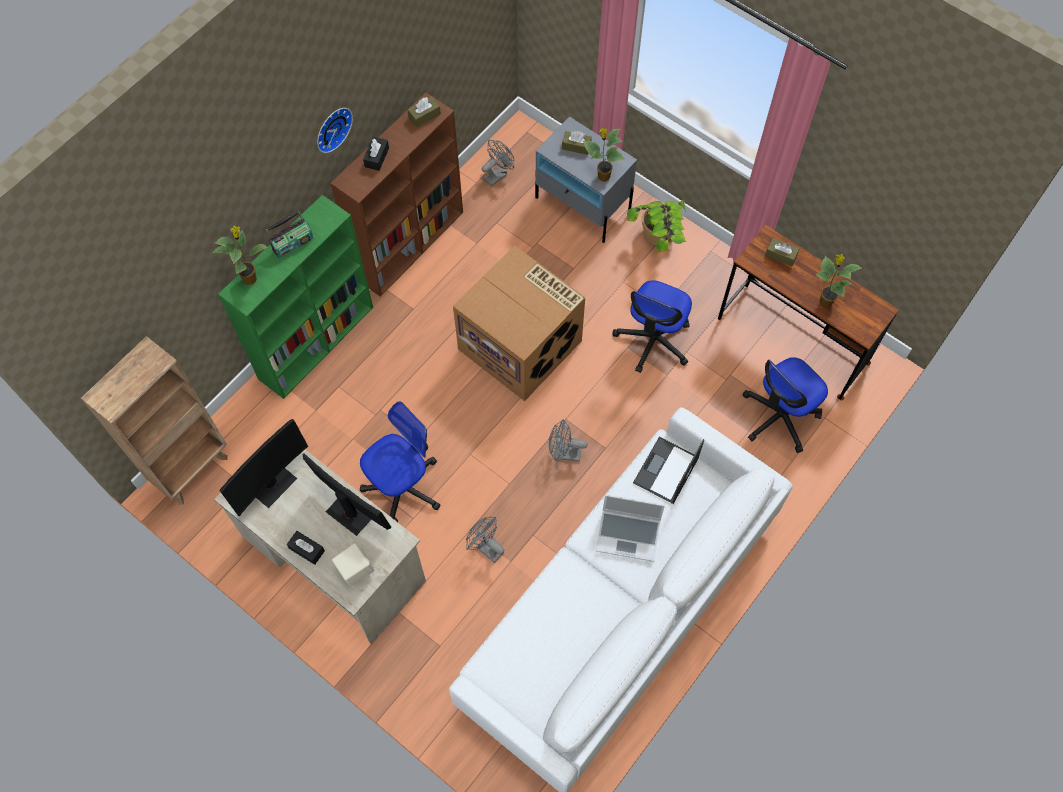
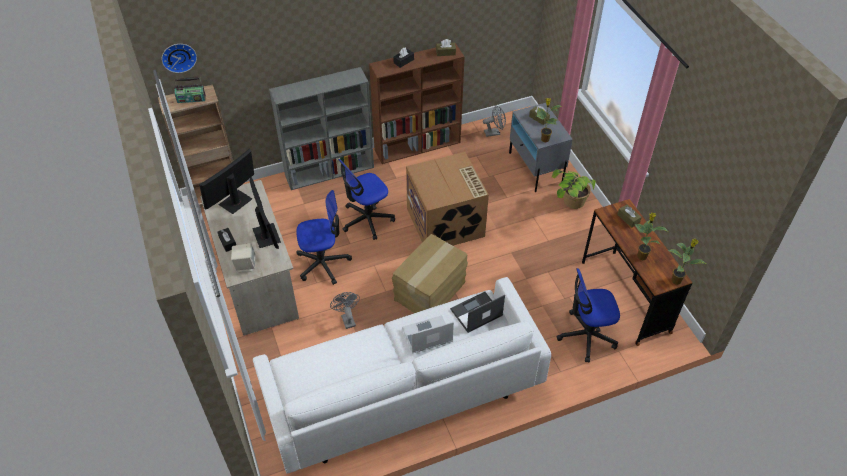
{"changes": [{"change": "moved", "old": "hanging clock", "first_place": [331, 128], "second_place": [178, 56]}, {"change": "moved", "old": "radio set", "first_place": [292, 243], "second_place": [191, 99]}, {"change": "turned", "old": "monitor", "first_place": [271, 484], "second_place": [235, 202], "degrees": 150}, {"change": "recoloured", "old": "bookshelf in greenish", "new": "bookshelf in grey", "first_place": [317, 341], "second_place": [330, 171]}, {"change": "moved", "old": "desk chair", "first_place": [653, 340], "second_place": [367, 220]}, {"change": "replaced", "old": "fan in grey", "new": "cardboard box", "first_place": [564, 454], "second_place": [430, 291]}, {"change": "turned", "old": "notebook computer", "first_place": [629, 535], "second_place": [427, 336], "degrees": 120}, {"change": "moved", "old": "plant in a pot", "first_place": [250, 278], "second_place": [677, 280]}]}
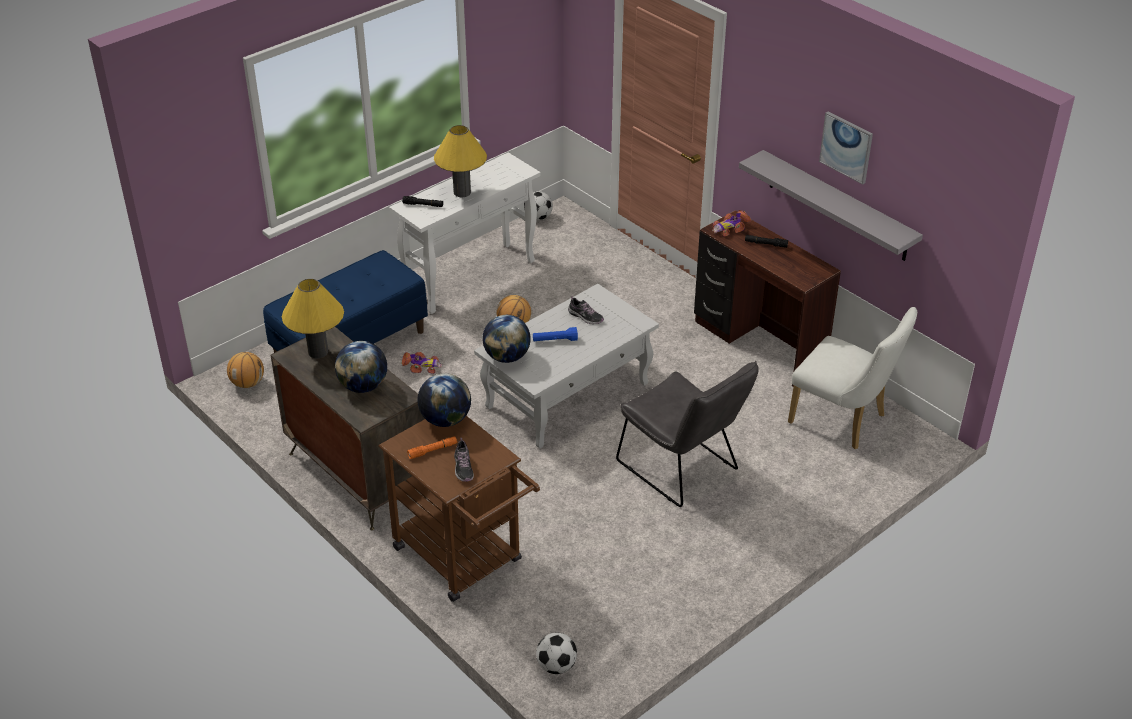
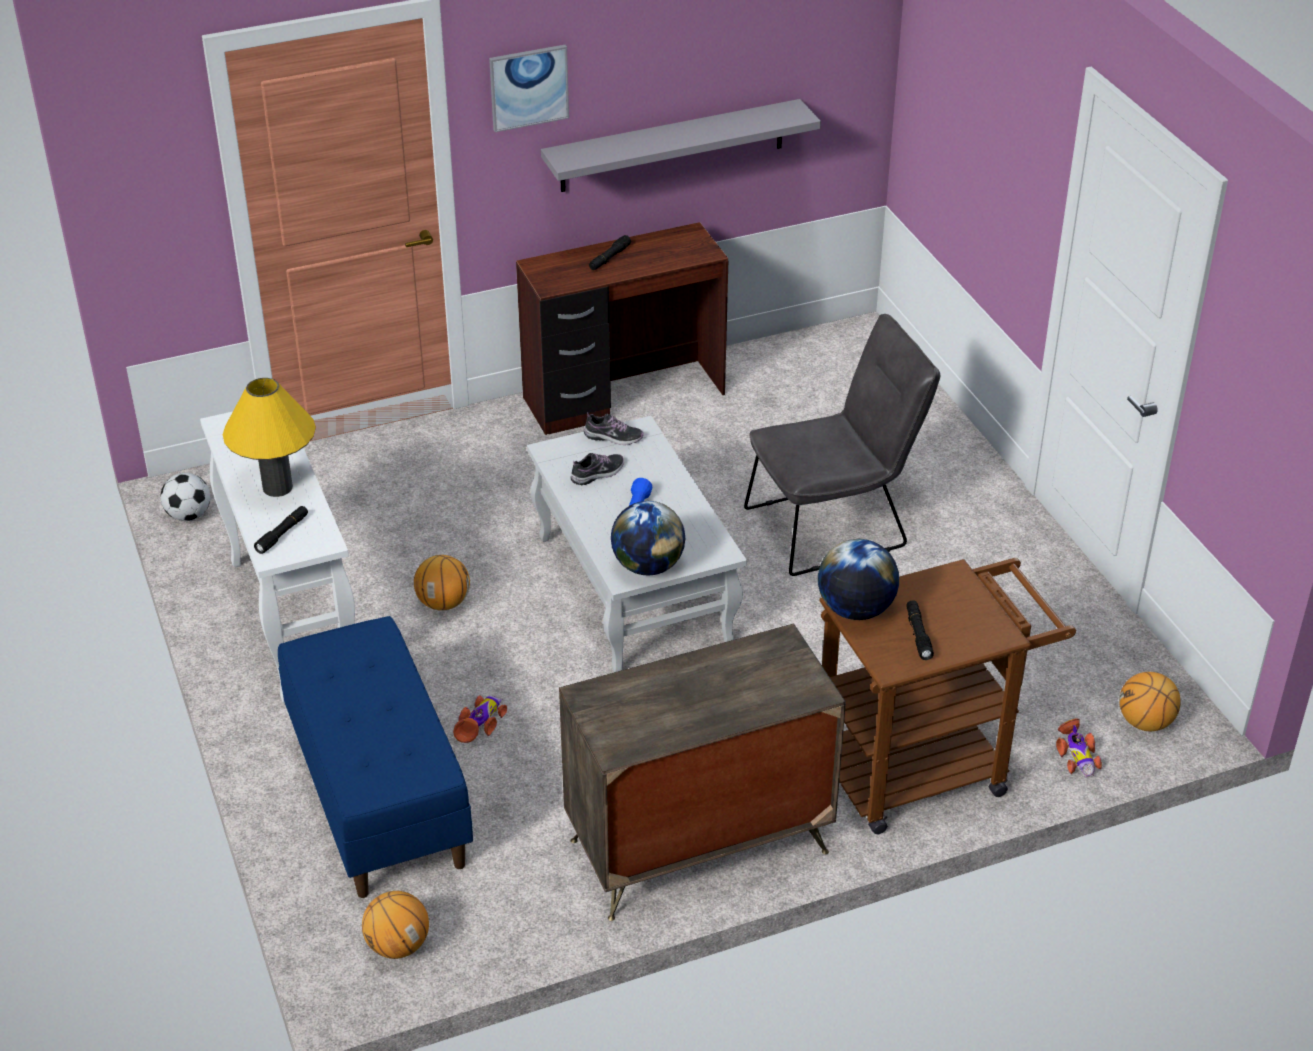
{"changes": [{"change": "moved", "old": "wall art", "first_place": [846, 147], "second_place": [529, 87]}, {"change": "moved", "old": "shoe", "first_place": [463, 467], "second_place": [613, 437]}, {"change": "recoloured", "old": "hand torch in orange", "new": "hand torch in blackish", "first_place": [432, 450], "second_place": [918, 634]}, {"change": "moved", "old": "model car", "first_place": [730, 228], "second_place": [1076, 754]}, {"change": "replaced", "old": "ball for football", "new": "ball for basketball", "first_place": [556, 666], "second_place": [1145, 722]}, {"change": "removed", "old": "tabletop lamp in yellowish", "first_place": [318, 352]}, {"change": "removed", "old": "globe", "first_place": [363, 386]}, {"change": "removed", "old": "chair in white", "first_place": [843, 421]}]}
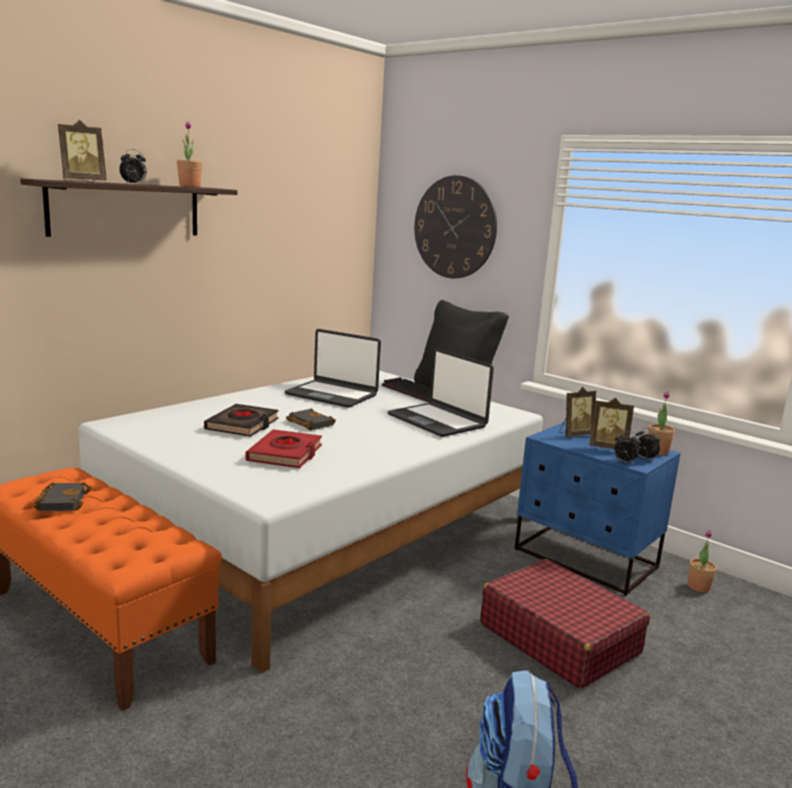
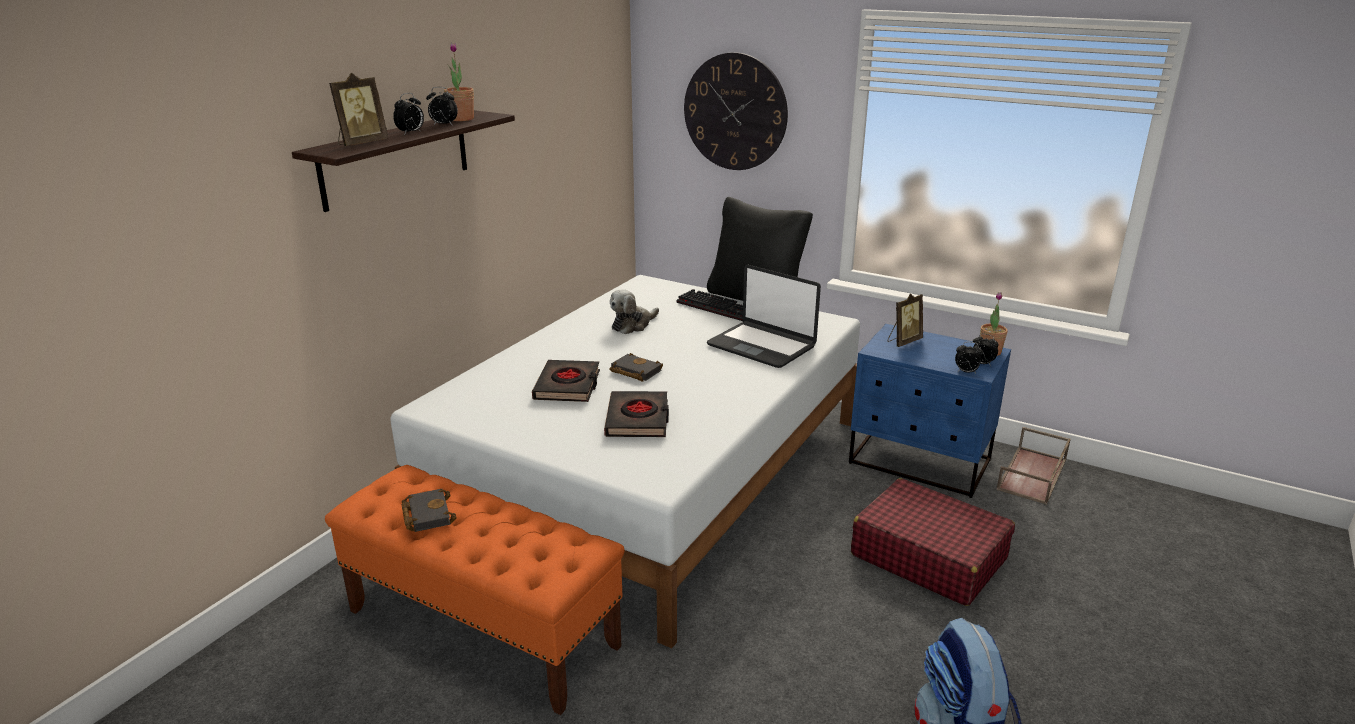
{"changes": [{"change": "added", "new": "bedside clock", "second_place": [443, 125]}, {"change": "recoloured", "old": "bound book in reddish", "new": "bound book in blackish", "first_place": [285, 454], "second_place": [638, 419]}, {"change": "replaced", "old": "notebook computer", "new": "plush toy", "first_place": [332, 395], "second_place": [632, 325]}, {"change": "replaced", "old": "plant in a pot", "new": "carrying tray in brown", "first_place": [698, 587], "second_place": [1032, 475]}, {"change": "removed", "old": "standing frame", "first_place": [608, 447]}]}
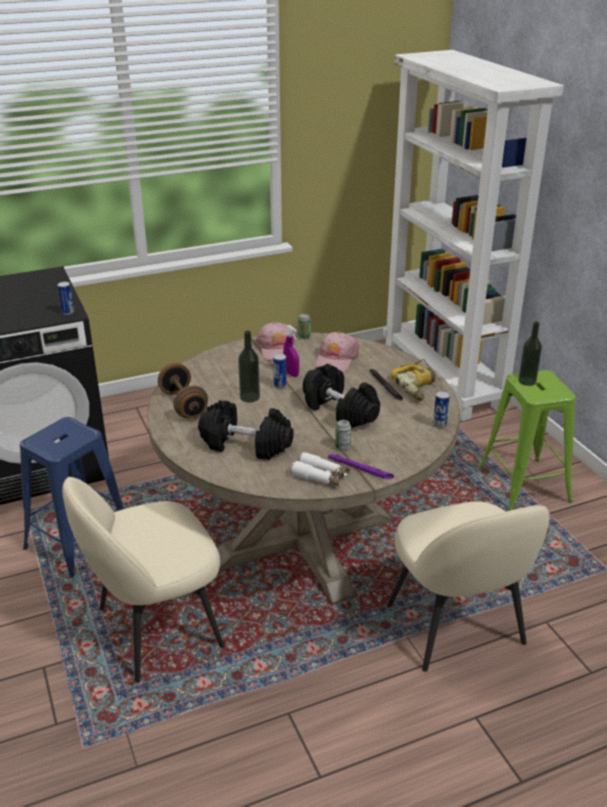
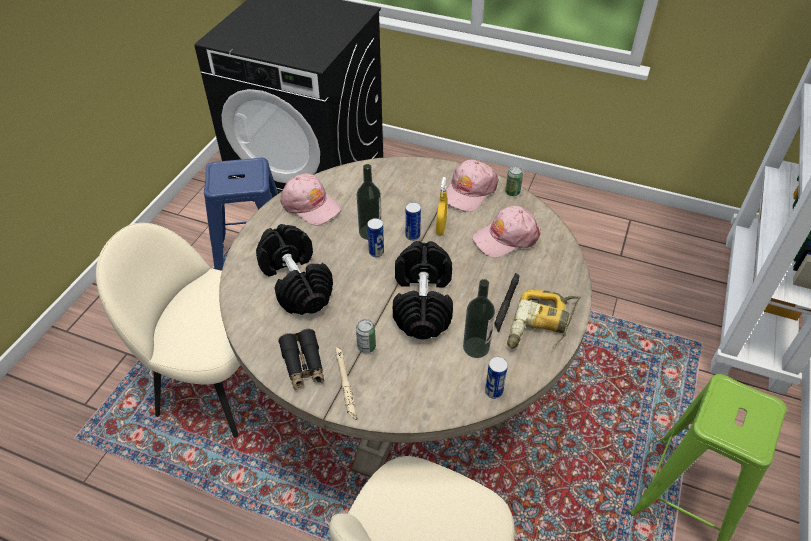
{"changes": [{"change": "recoloured", "old": "binoculars in white", "new": "binoculars in blackish", "first_place": [320, 476], "second_place": [303, 365]}, {"change": "replaced", "old": "hand weight in brown", "new": "peaked cap in pink", "first_place": [183, 404], "second_place": [310, 205]}, {"change": "recoloured", "old": "hand torch in purple-coloured", "new": "hand torch in sand-coloured", "first_place": [360, 469], "second_place": [345, 384]}, {"change": "moved", "old": "sealed can", "first_place": [68, 312], "second_place": [376, 252]}, {"change": "recoloured", "old": "sprayer in purple-coloured", "new": "sprayer in yellowish", "first_place": [291, 373], "second_place": [441, 228]}, {"change": "moved", "old": "bottle", "first_place": [527, 381], "second_place": [476, 347]}]}
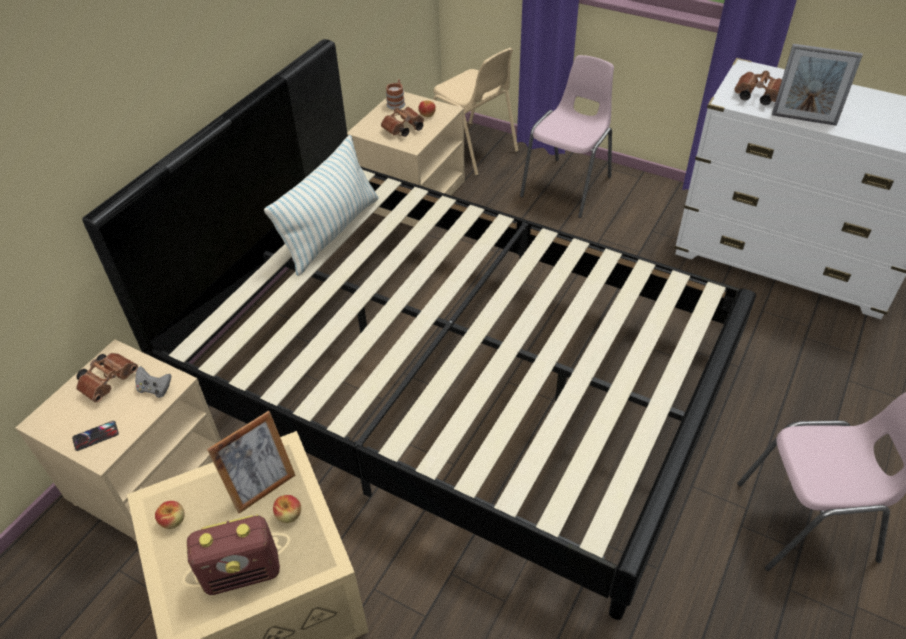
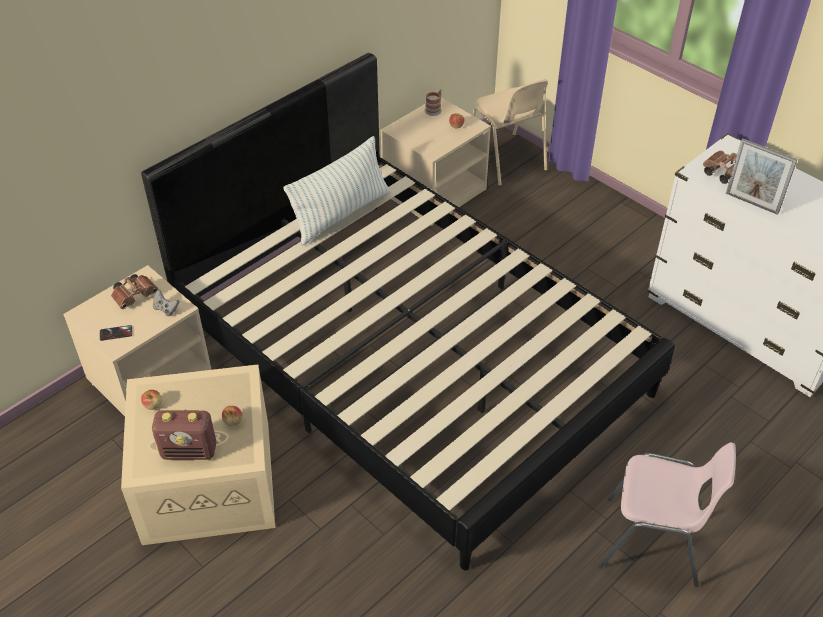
{"changes": [{"change": "removed", "old": "standing frame", "first_place": [262, 487]}, {"change": "removed", "old": "binoculars in brown", "first_place": [403, 129]}, {"change": "removed", "old": "chair in pink", "first_place": [568, 187]}]}
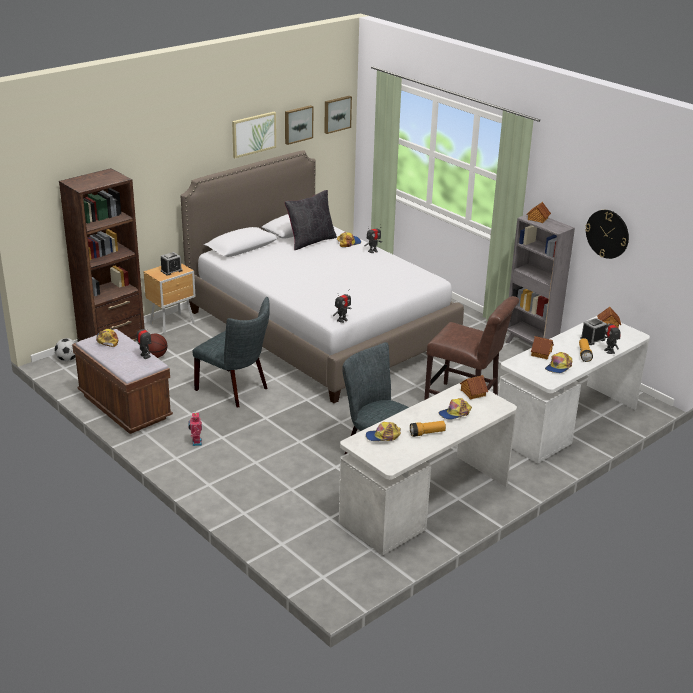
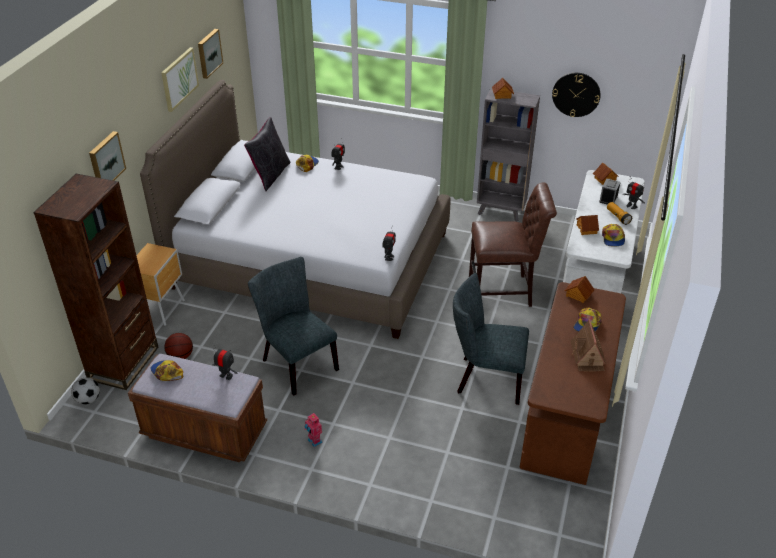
{"changes": [{"change": "moved", "old": "wall art", "first_place": [336, 114], "second_place": [106, 160]}, {"change": "turned", "old": "chair in grey", "first_place": [235, 390], "second_place": [296, 362], "degrees": -135}, {"change": "recoloured", "old": "desk table in white", "new": "desk table in brown", "first_place": [425, 503], "second_place": [567, 411]}, {"change": "replaced", "old": "hand torch", "new": "model house", "first_place": [427, 433], "second_place": [587, 356]}, {"change": "removed", "old": "bedside clock", "first_place": [171, 271]}, {"change": "removed", "old": "peaked cap", "first_place": [383, 437]}]}
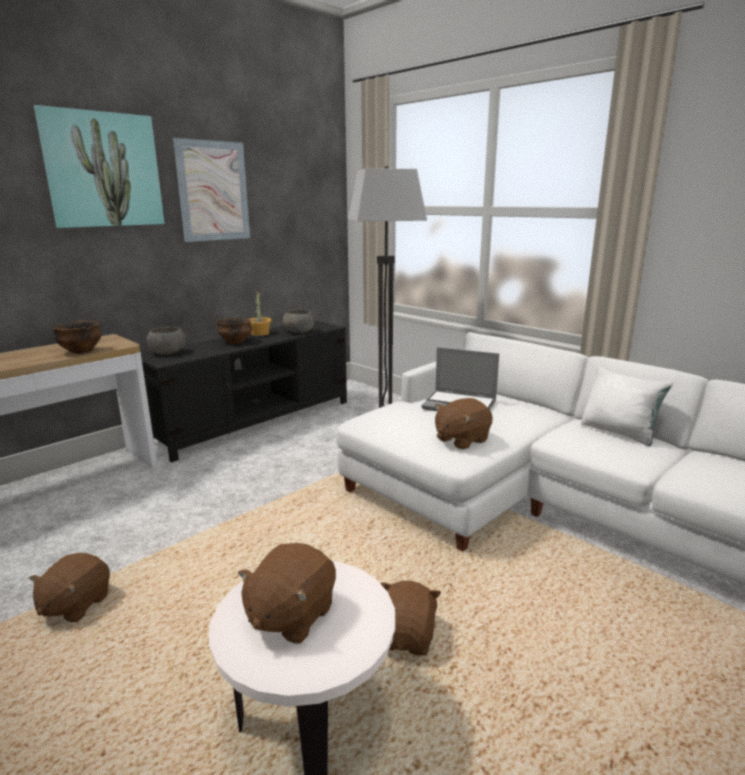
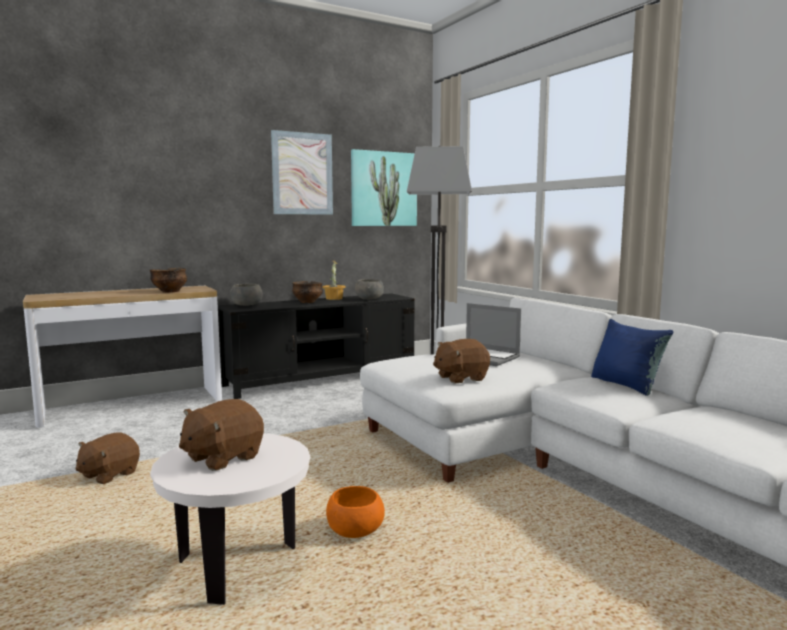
{"changes": [{"change": "replaced", "old": "plush toy in brown", "new": "bowl in orange", "first_place": [407, 637], "second_place": [354, 531]}, {"change": "moved", "old": "wall art", "first_place": [104, 170], "second_place": [384, 189]}, {"change": "recoloured", "old": "cushion in white", "new": "cushion in bluish", "first_place": [619, 432], "second_place": [626, 385]}]}
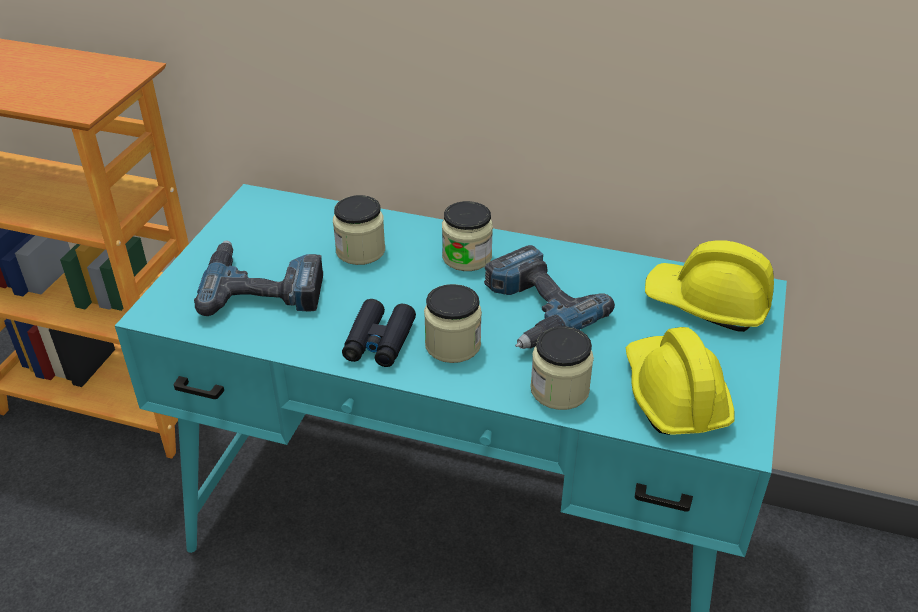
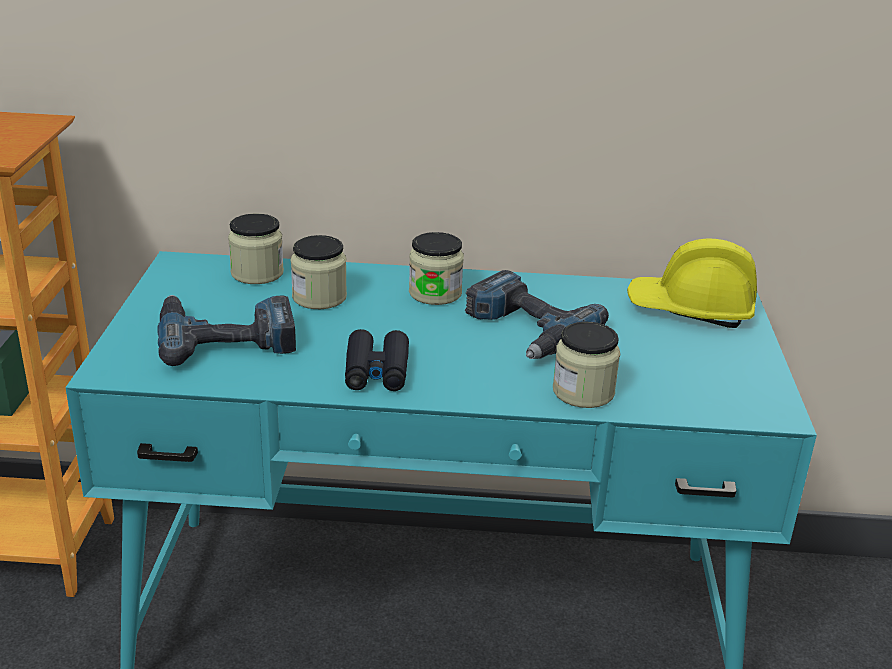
{"changes": [{"change": "moved", "old": "jar", "first_place": [453, 345], "second_place": [257, 273]}, {"change": "removed", "old": "hard hat in yellowish", "first_place": [673, 395]}]}
